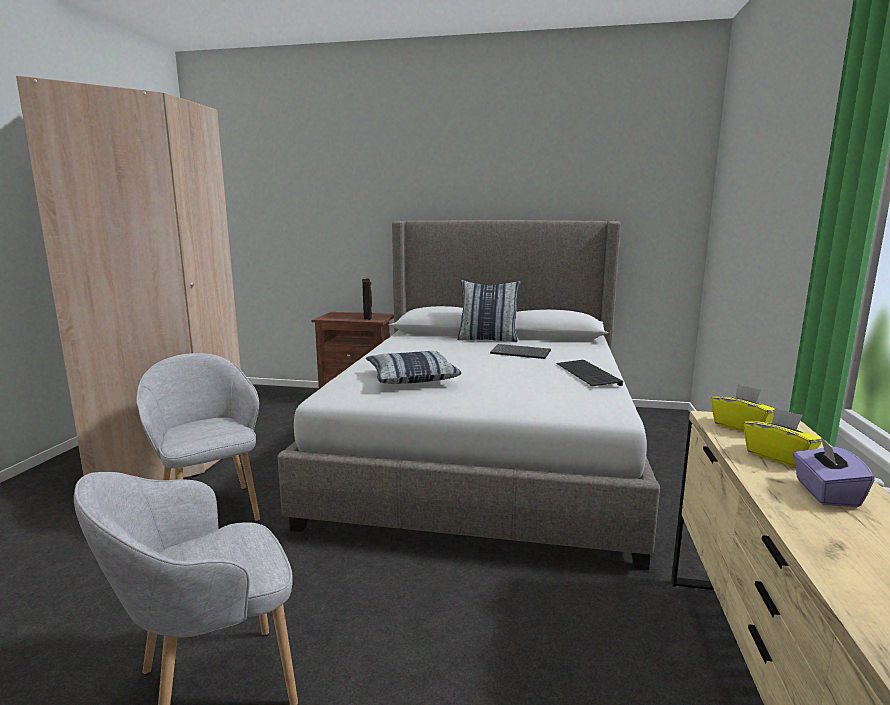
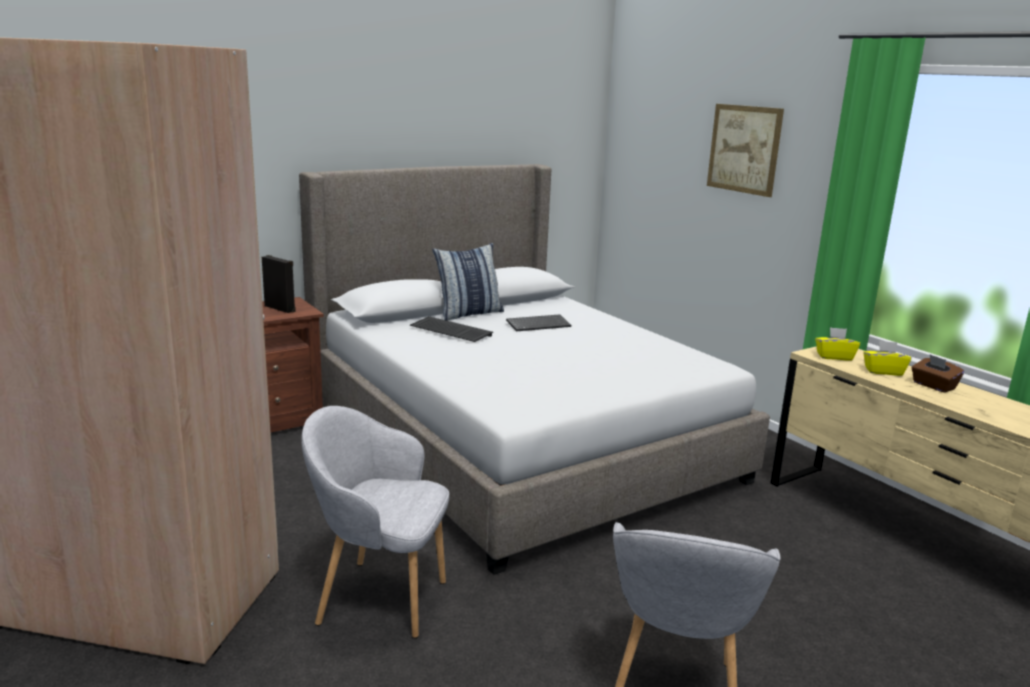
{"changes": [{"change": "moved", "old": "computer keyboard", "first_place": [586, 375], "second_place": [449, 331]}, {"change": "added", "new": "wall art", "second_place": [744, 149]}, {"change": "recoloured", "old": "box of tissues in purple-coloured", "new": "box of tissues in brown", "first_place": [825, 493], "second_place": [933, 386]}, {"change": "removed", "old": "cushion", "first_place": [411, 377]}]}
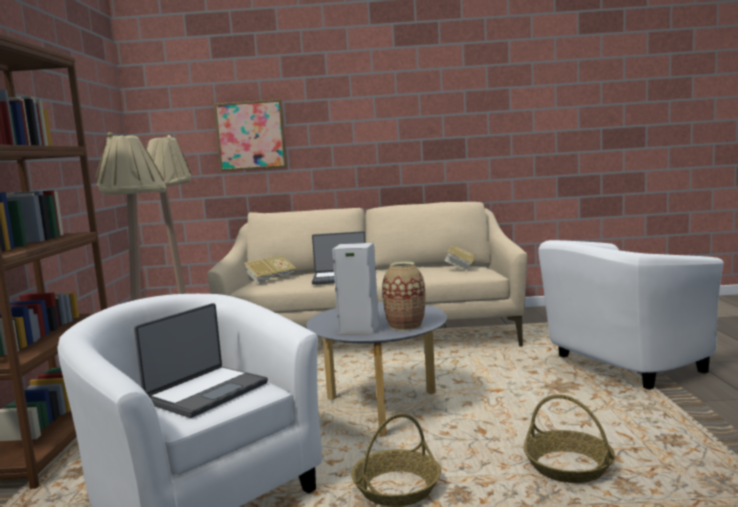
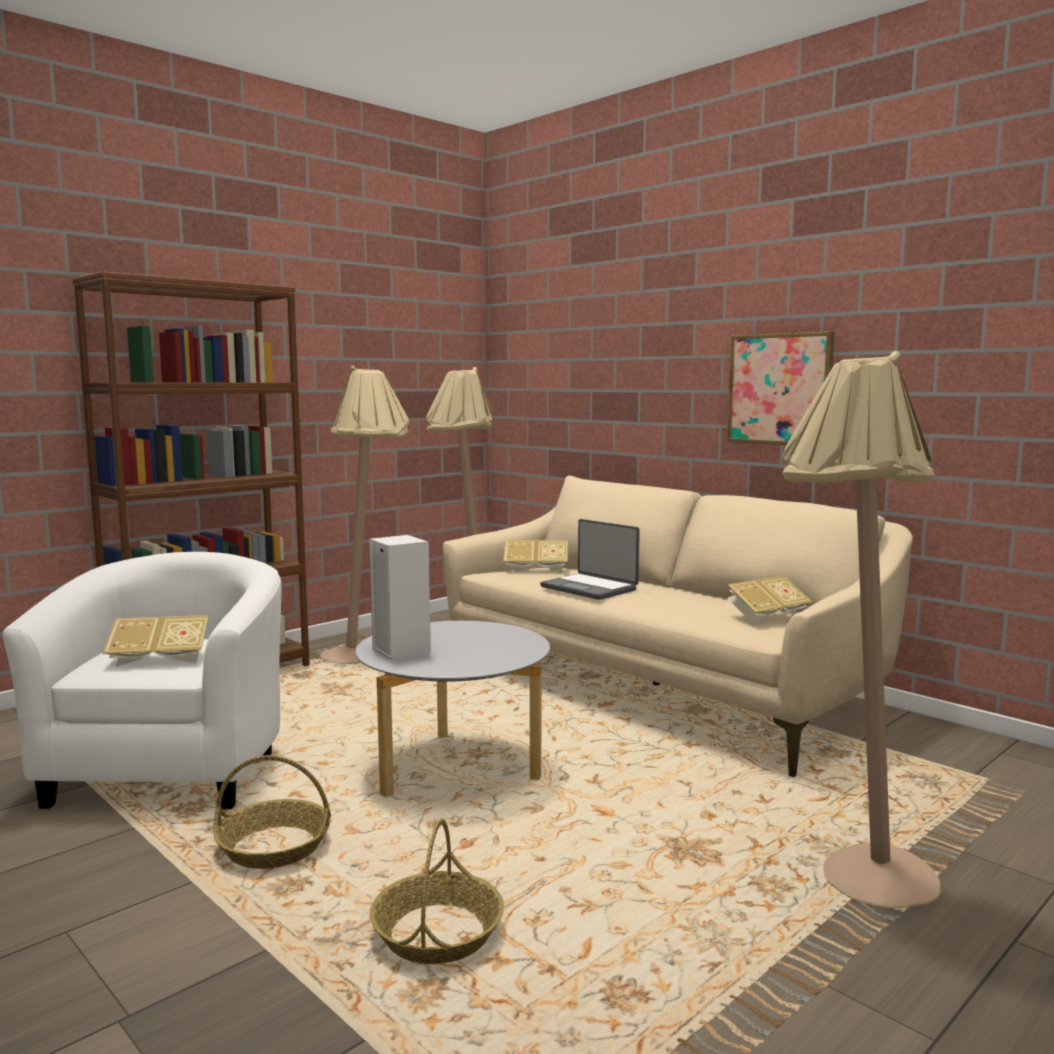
{"changes": [{"change": "replaced", "old": "notebook computer", "new": "bound book", "first_place": [206, 392], "second_place": [160, 660]}, {"change": "moved", "old": "wall art", "first_place": [251, 135], "second_place": [780, 389]}, {"change": "replaced", "old": "lounge chair in white", "new": "standing lamp in sand-coloured", "first_place": [617, 366], "second_place": [851, 872]}, {"change": "removed", "old": "flower vase", "first_place": [405, 326]}]}
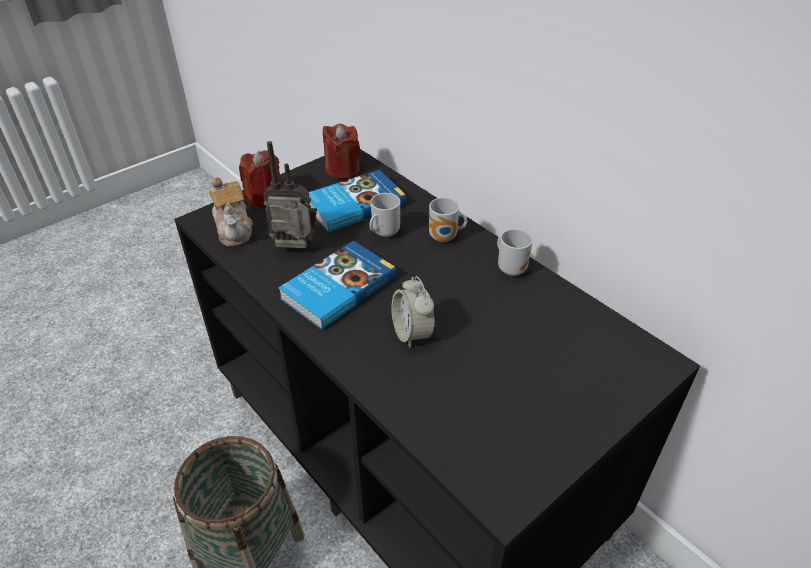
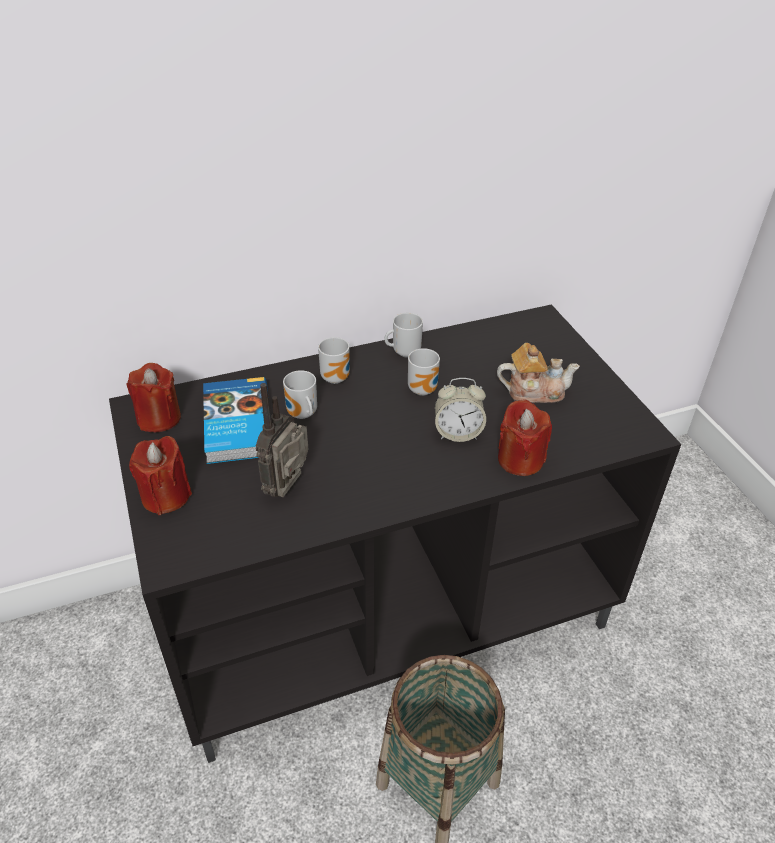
{"changes": [{"change": "added", "new": "tea mug", "second_place": [425, 389]}, {"change": "moved", "old": "tea pot", "first_place": [234, 229], "second_place": [534, 391]}, {"change": "added", "new": "wax candle in reddish", "second_place": [520, 459]}, {"change": "removed", "old": "bound book", "first_place": [337, 288]}]}
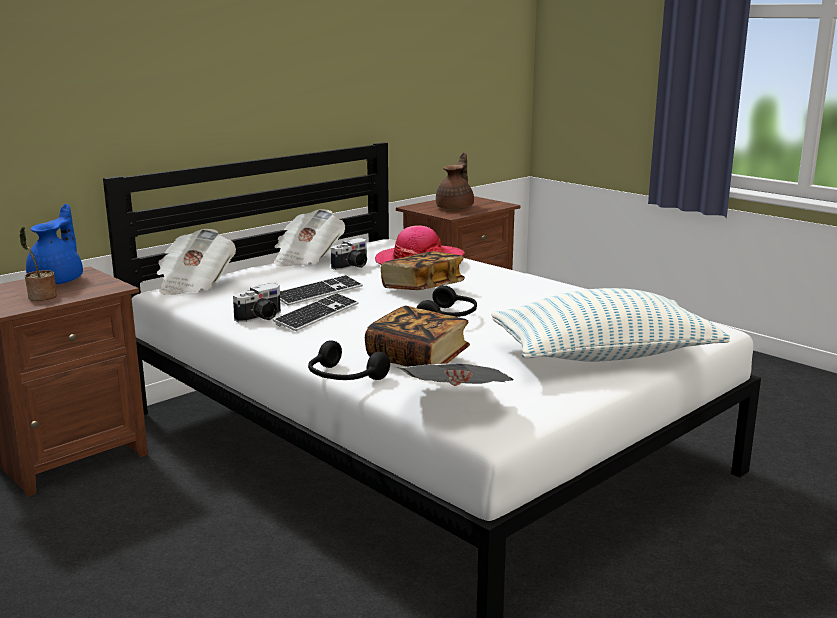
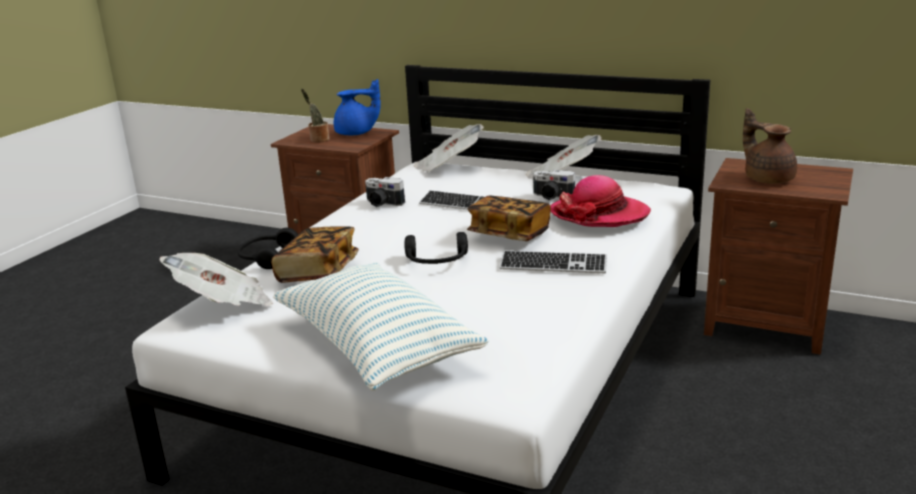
{"changes": [{"change": "moved", "old": "computer keyboard", "first_place": [317, 314], "second_place": [553, 265]}, {"change": "turned", "old": "tea pot in brown", "first_place": [456, 208], "second_place": [767, 178], "degrees": -120}]}
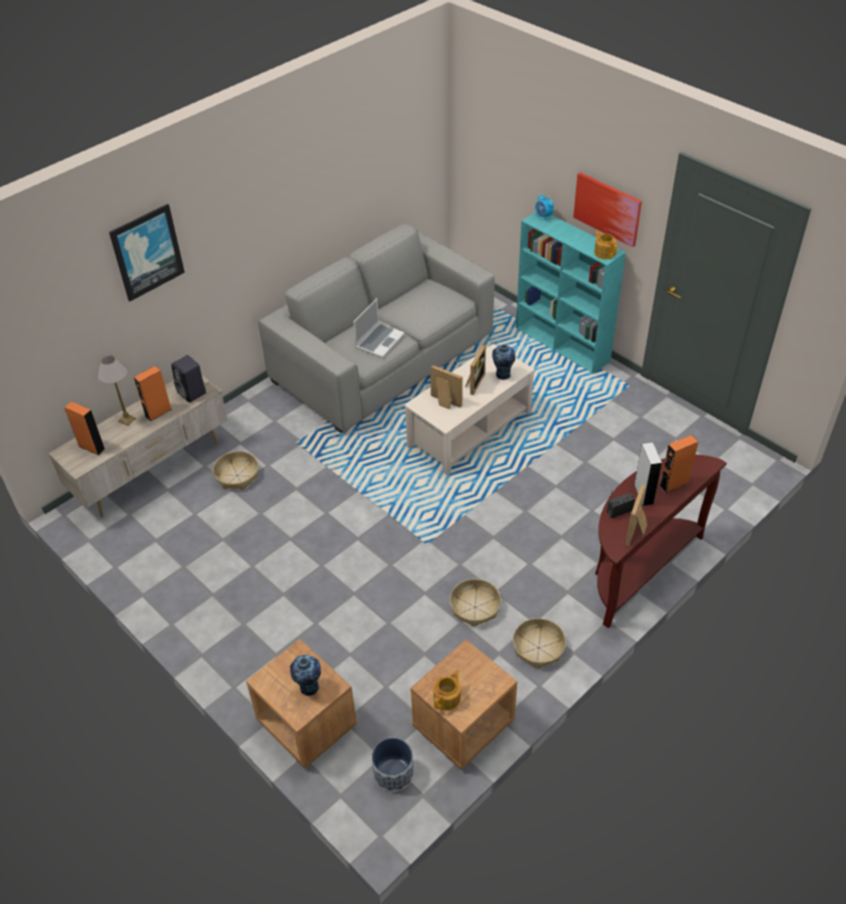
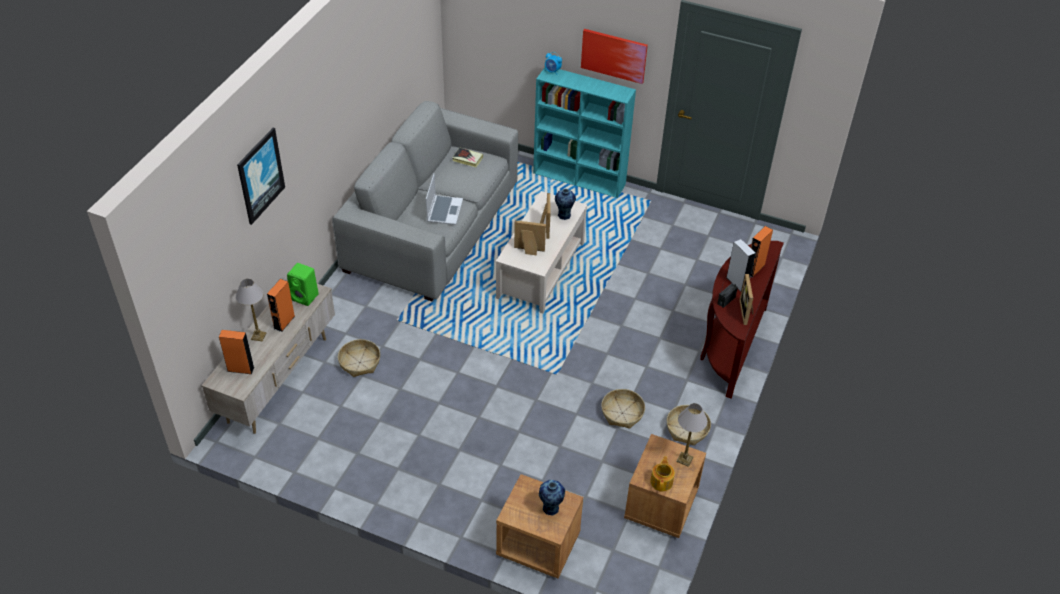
{"changes": [{"change": "recoloured", "old": "audio speaker in blackish", "new": "audio speaker in greenish", "first_place": [192, 393], "second_place": [305, 297]}, {"change": "added", "new": "bound book", "second_place": [467, 159]}, {"change": "added", "new": "tabletop lamp", "second_place": [684, 459]}, {"change": "removed", "old": "plant pot", "first_place": [393, 773]}, {"change": "removed", "old": "tea pot", "first_place": [604, 253]}]}
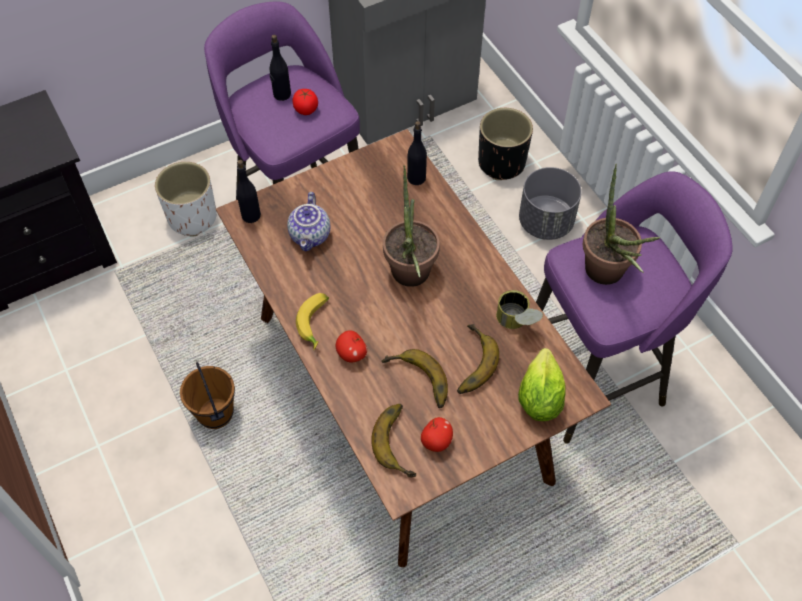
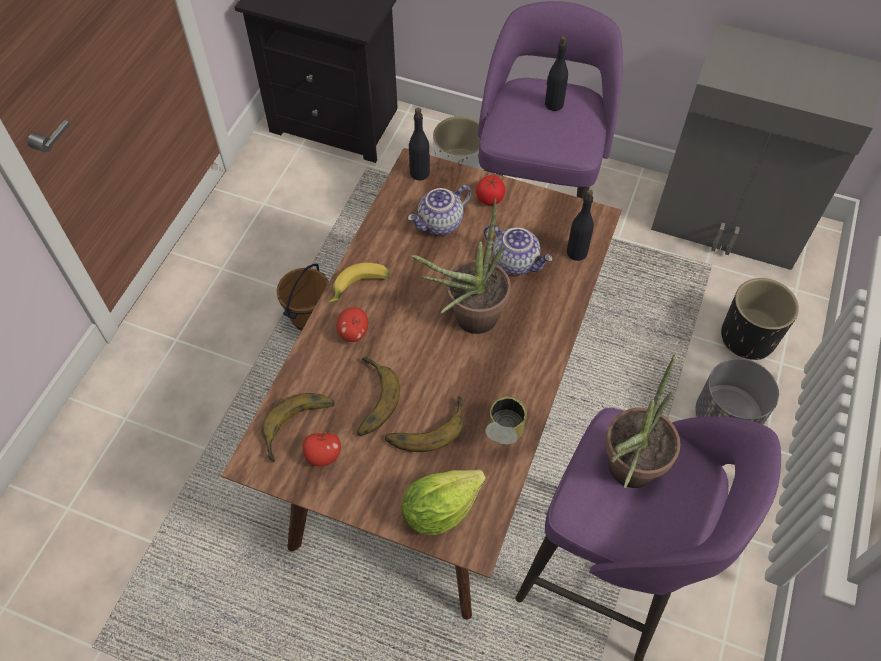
{"changes": [{"change": "moved", "old": "whole tomato", "first_place": [306, 109], "second_place": [490, 198]}, {"change": "added", "new": "tea pot", "second_place": [516, 261]}]}
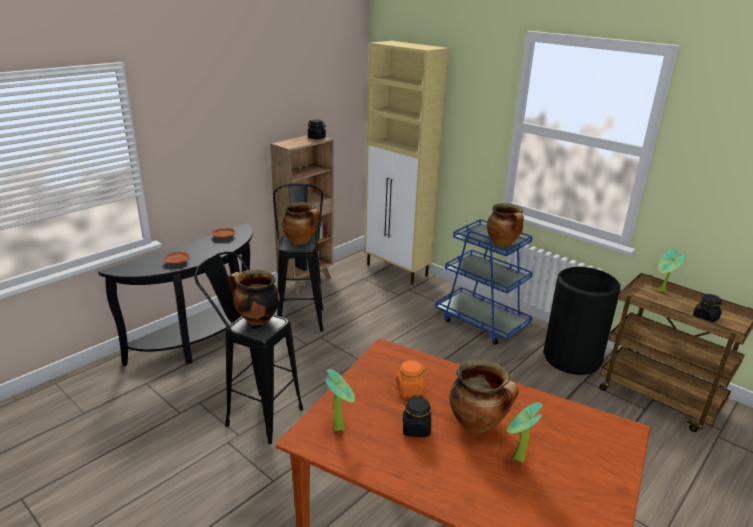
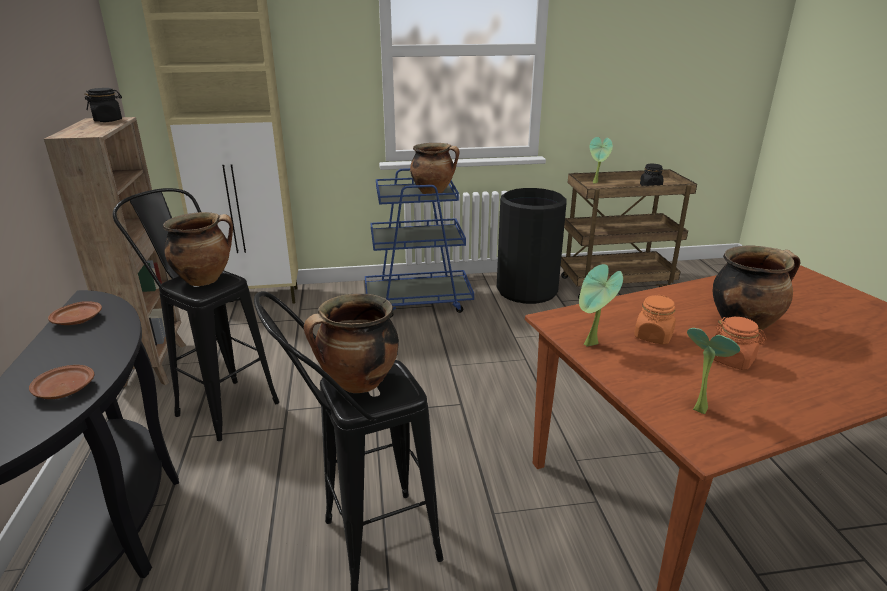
{"changes": [{"change": "moved", "old": "plant in a pot", "first_place": [516, 460], "second_place": [591, 345]}, {"change": "recoloured", "old": "jar in blackish", "new": "jar in orange", "first_place": [416, 429], "second_place": [733, 360]}]}
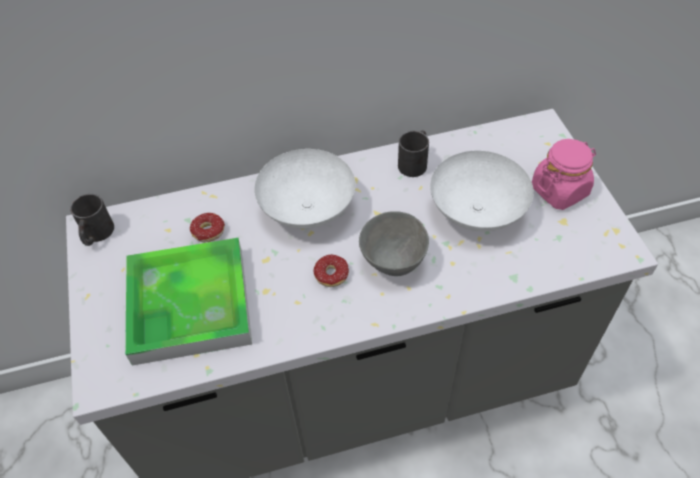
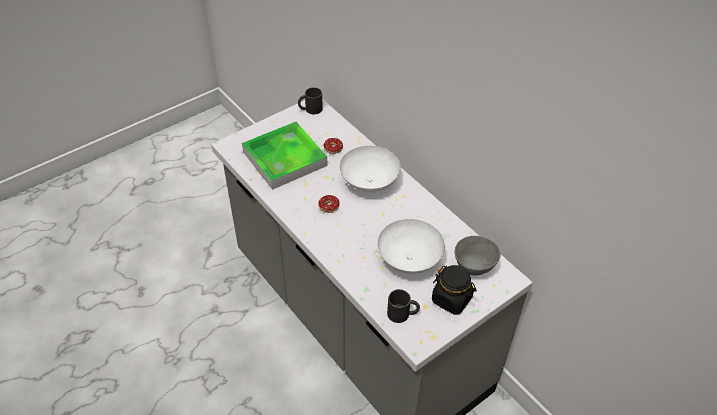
{"changes": [{"change": "moved", "old": "tea mug in blackish", "first_place": [415, 162], "second_place": [403, 314]}, {"change": "recoloured", "old": "jar in pink", "new": "jar in blackish", "first_place": [559, 190], "second_place": [452, 299]}, {"change": "moved", "old": "bowl in grey", "first_place": [392, 262], "second_place": [474, 267]}]}
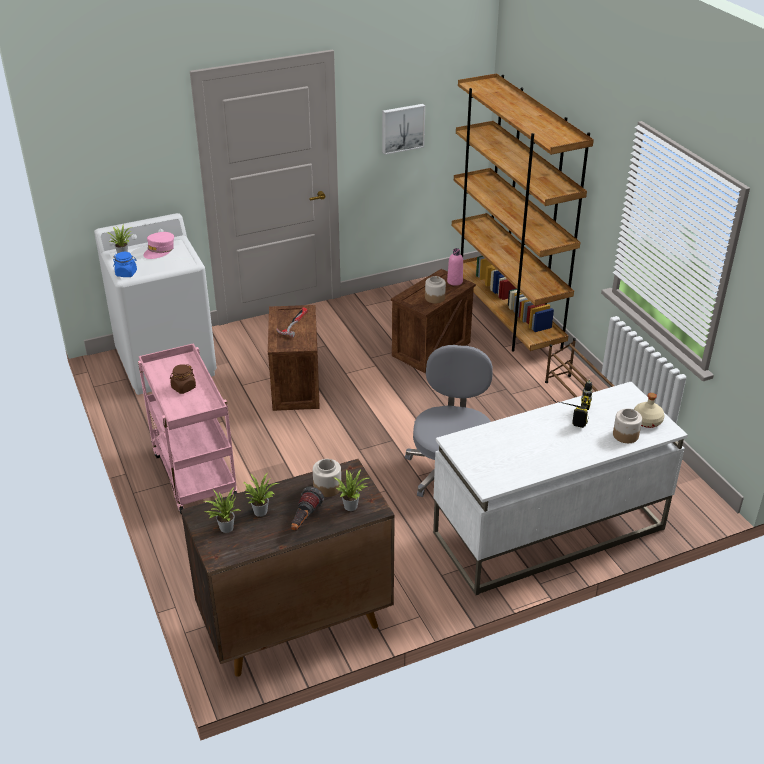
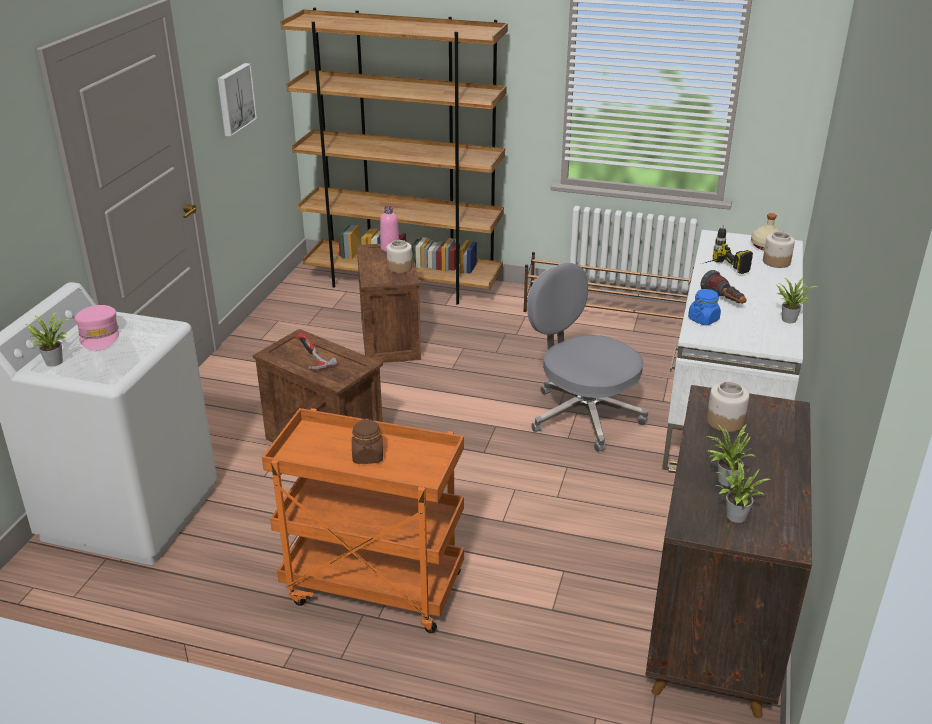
{"changes": [{"change": "recoloured", "old": "cart in pink", "new": "cart in orange", "first_place": [193, 474], "second_place": [372, 589]}, {"change": "moved", "old": "jar in bluish", "first_place": [126, 273], "second_place": [703, 319]}, {"change": "moved", "old": "hand torch", "first_place": [304, 519], "second_place": [724, 301]}, {"change": "moved", "old": "plant in a pot", "first_place": [352, 505], "second_place": [788, 319]}]}
